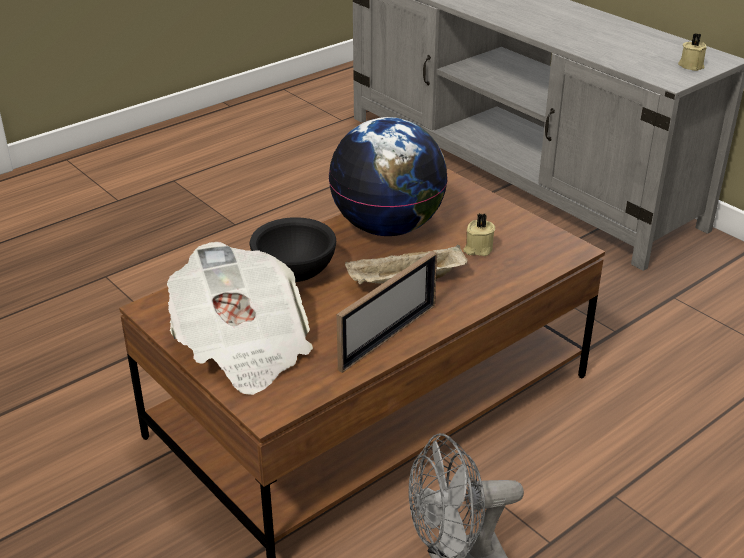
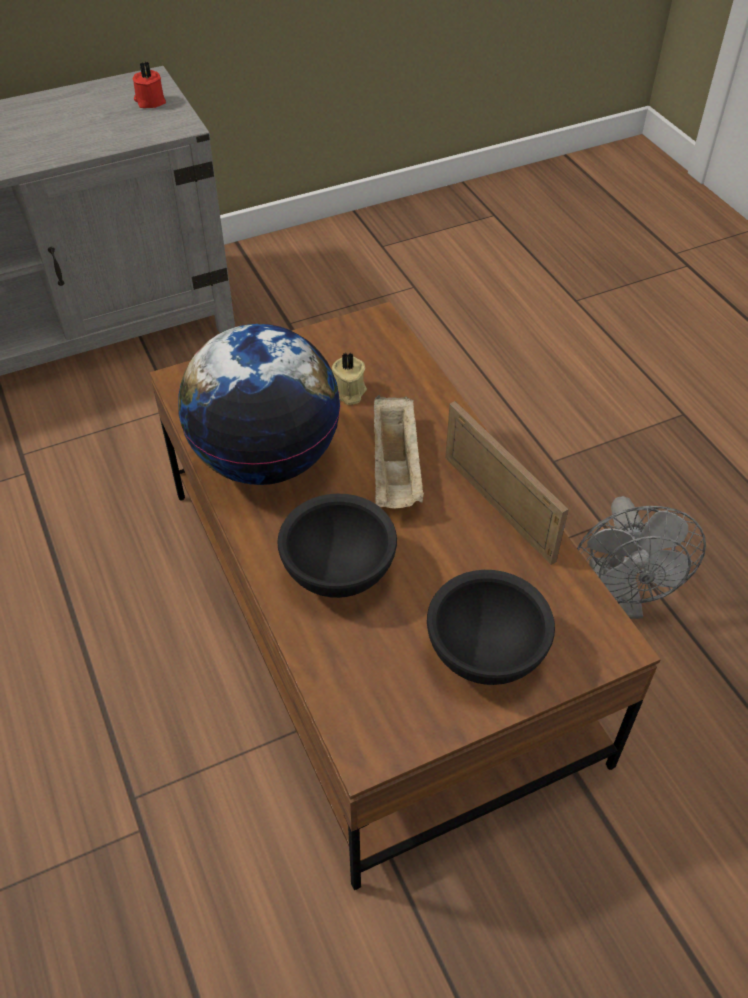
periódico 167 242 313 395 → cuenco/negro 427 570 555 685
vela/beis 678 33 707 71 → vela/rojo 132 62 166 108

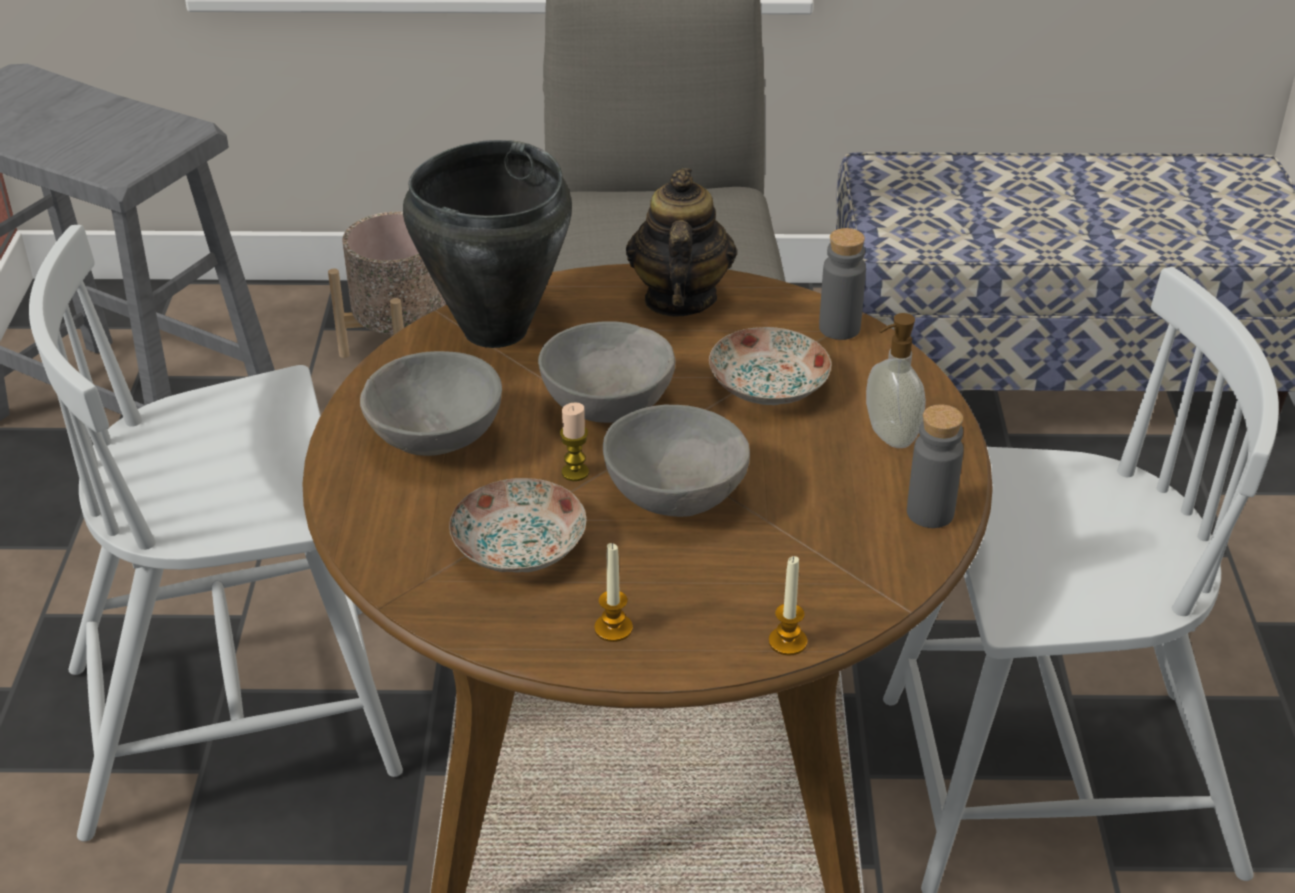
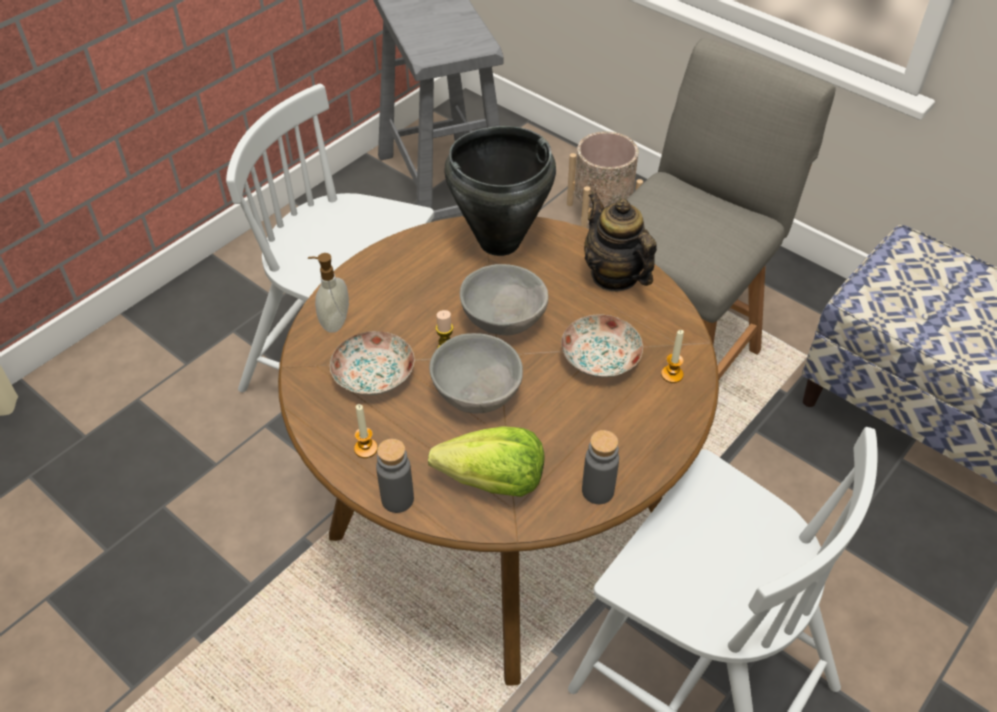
cuenco/gris 360 351 502 456 → -
- → lechuga 428 426 544 497
vela 769 556 807 656 → vela 661 330 684 383, relocated
botella/gris 819 228 866 340 → botella/gris 376 439 414 513, relocated
dispensador de jabón 866 313 926 448 → dispensador de jabón 308 253 349 333, relocated
tetera 626 168 737 317 → tetera 584 192 657 292, 75 degrees counterclockwise

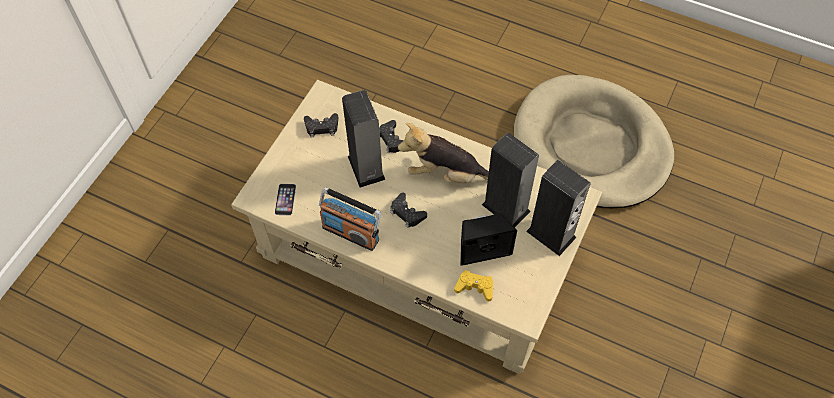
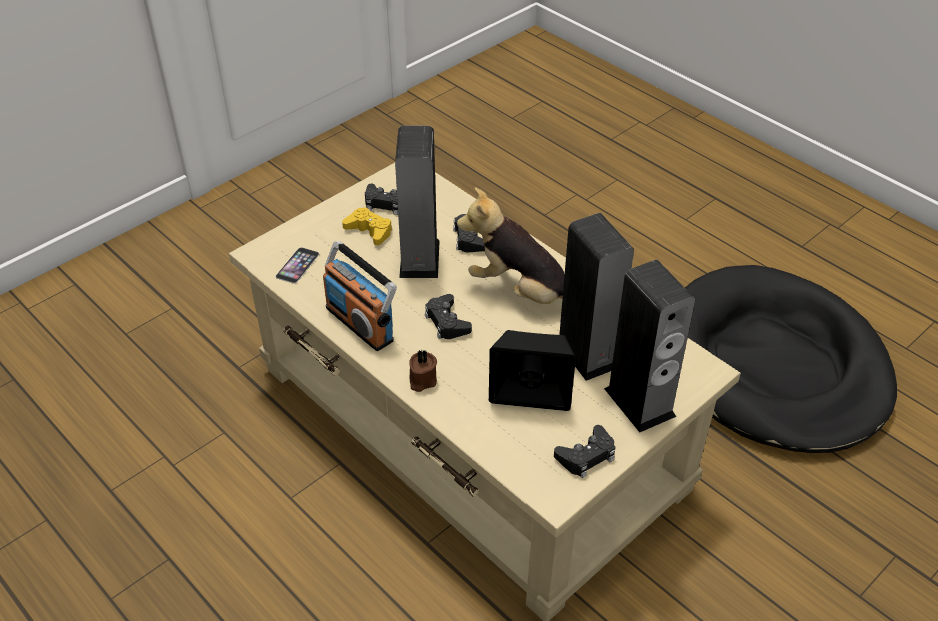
- → vela/marrón 409 350 437 392
- → mando de consola/negro 554 425 616 478
mando de consola/amarillo 454 270 493 301 → mando de consola/amarillo 342 207 392 245, relocated
cama para perro/beis 514 75 674 208 → cama para perro/negro 685 265 897 453

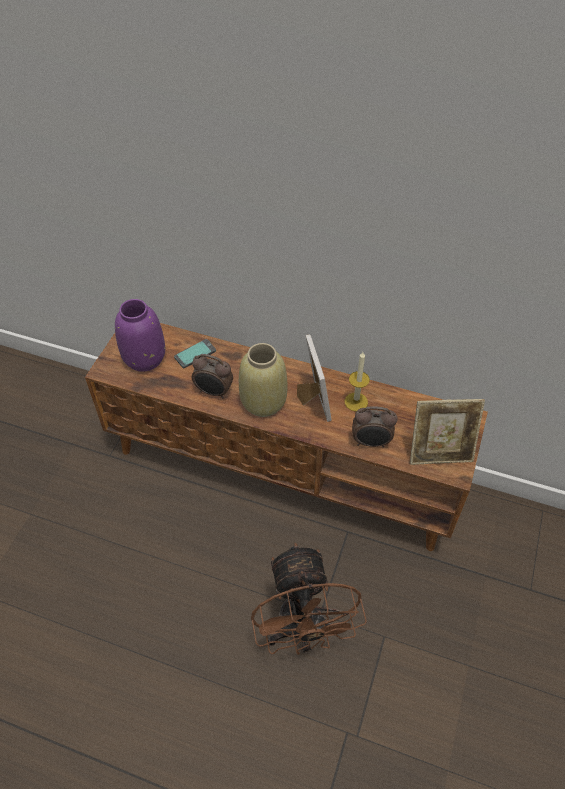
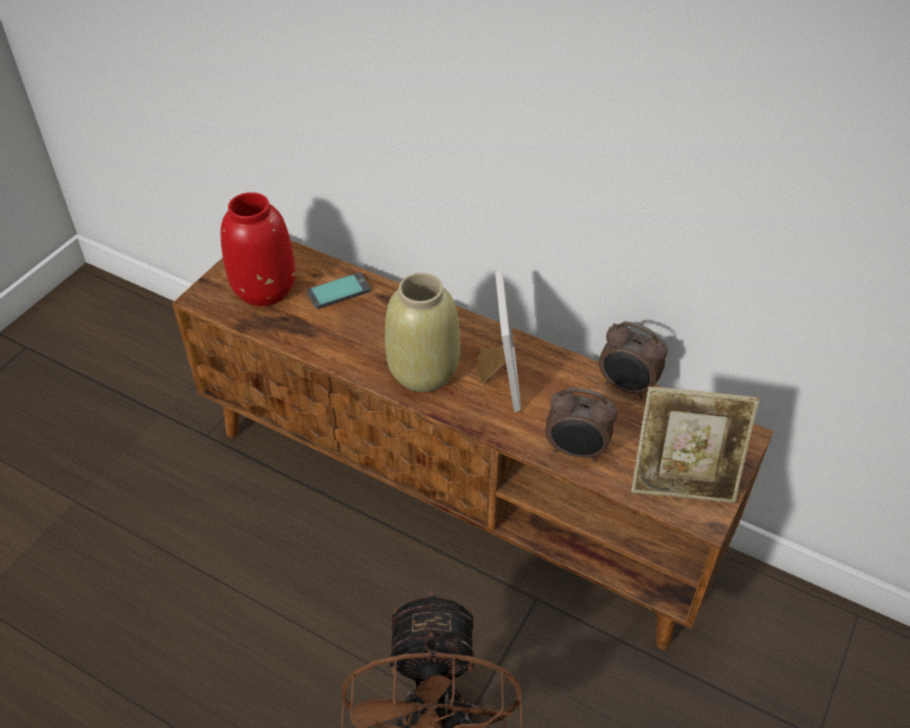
vela 345 352 370 411 → -
despertador 192 354 233 399 → despertador 599 321 667 399, relocated
florero/morado 115 299 165 372 → florero/rojo 221 192 296 306

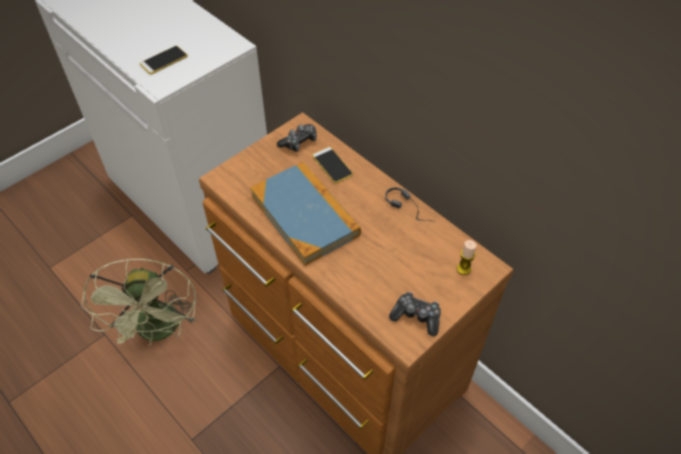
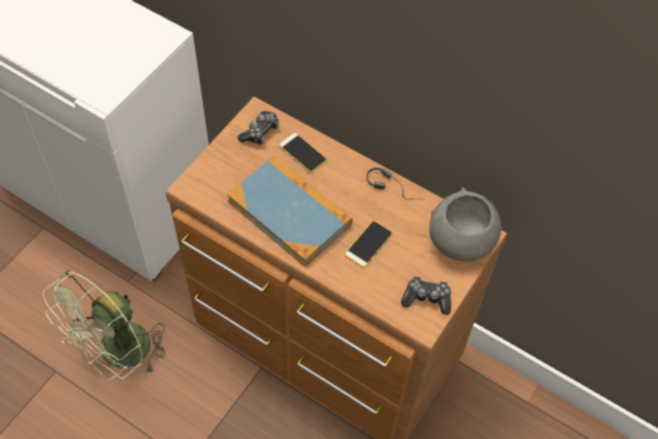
móvil 140 46 188 74 → móvil 345 221 393 268, relocated
vela 457 240 476 275 → cuenco/gris 429 187 501 261
ventilador/verde 81 258 196 346 → ventilador/verde 43 270 165 380, 60 degrees clockwise

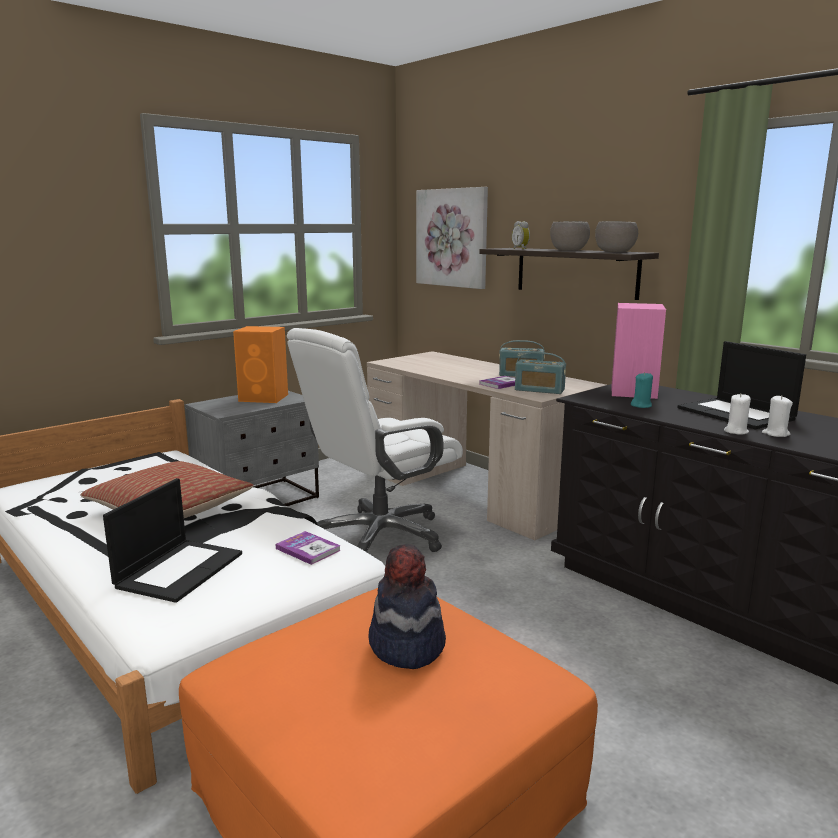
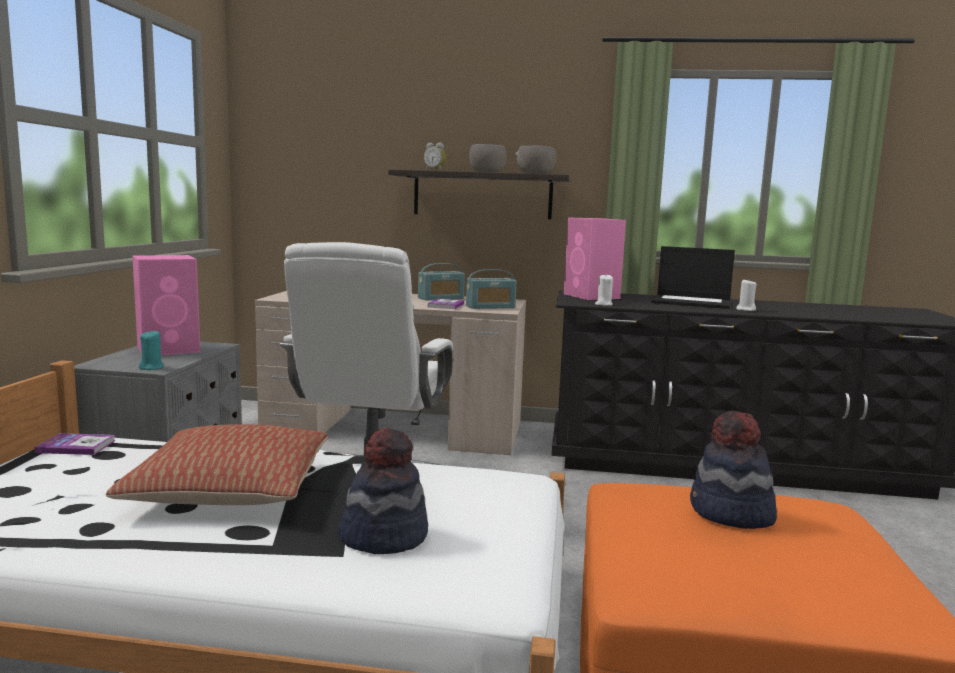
cuadro 416 187 488 289 → -
libro 275 531 341 565 → libro 35 433 116 455, relocated
vela/turquesa 631 372 653 408 → vela/turquesa 139 331 164 370, relocated
vela/blanco 724 393 751 435 → vela/blanco 595 275 613 306, relocated
portátil 103 478 242 603 → sombrero 338 428 428 554
altavoz/naranja 233 326 288 403 → altavoz/rosa 132 255 200 355

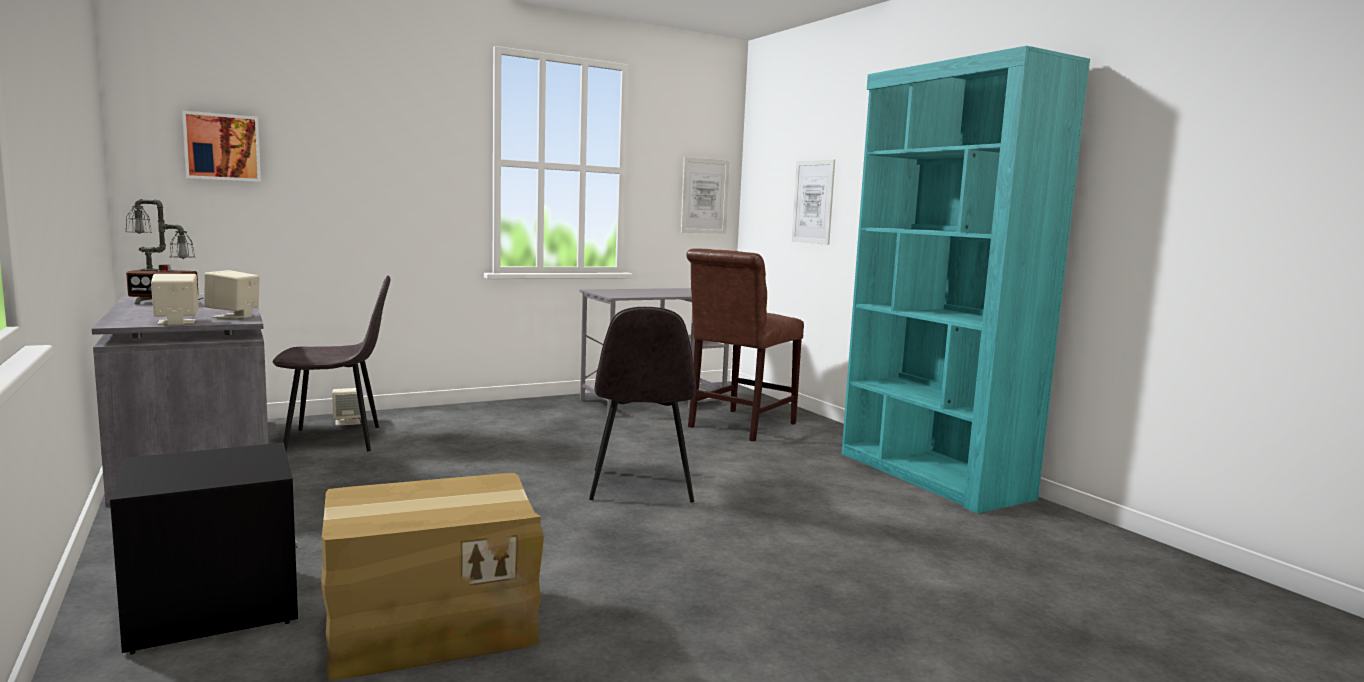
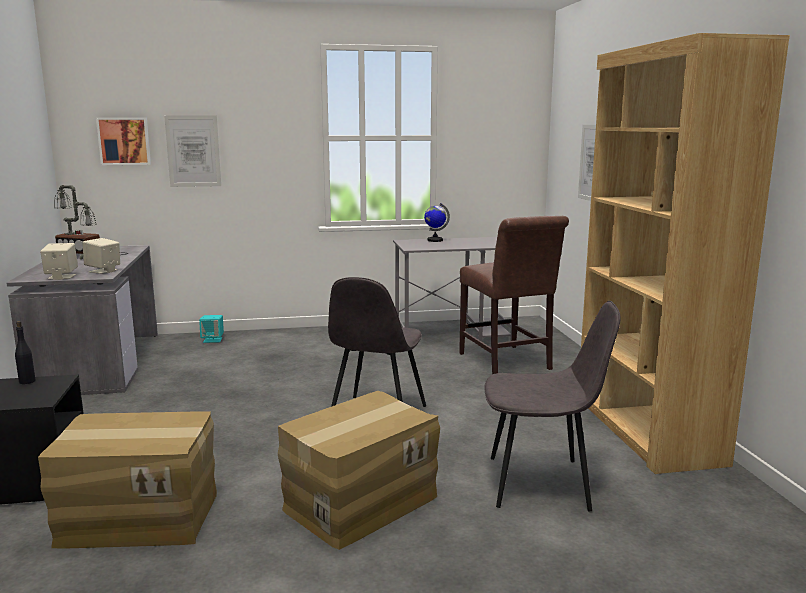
- → botella/negro 15 321 35 384
- → caja de cartón 278 391 440 550
- → globo terráqueo 424 203 450 242
silla/gris 273 275 391 452 → silla/gris 485 301 621 511, relocated
cuadro 681 157 730 234 → cuadro 164 115 221 187, relocated
altavoz/beis 332 388 361 426 → altavoz/turquesa 199 315 224 343
estantería/turquesa 842 46 1090 513 → estantería/marrón 581 33 790 474
silla/marrón 686 248 804 442 → silla/marrón 459 216 569 374, 75 degrees counterclockwise

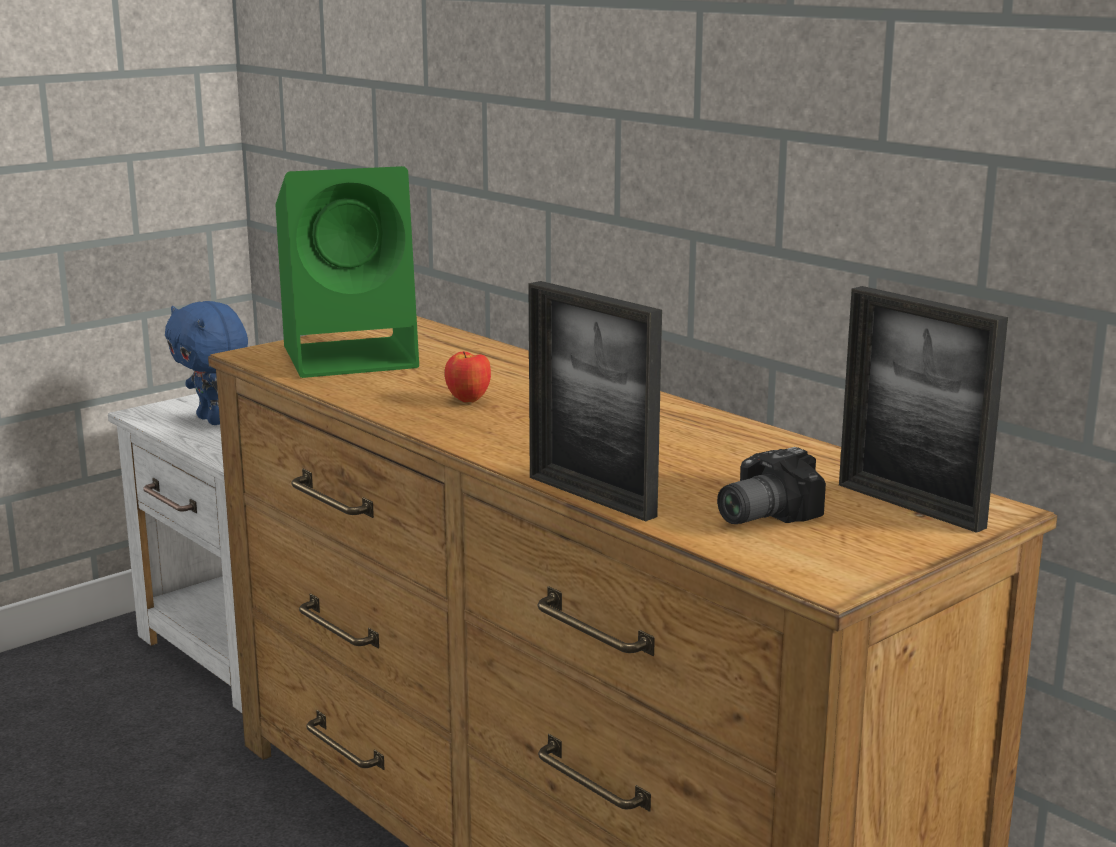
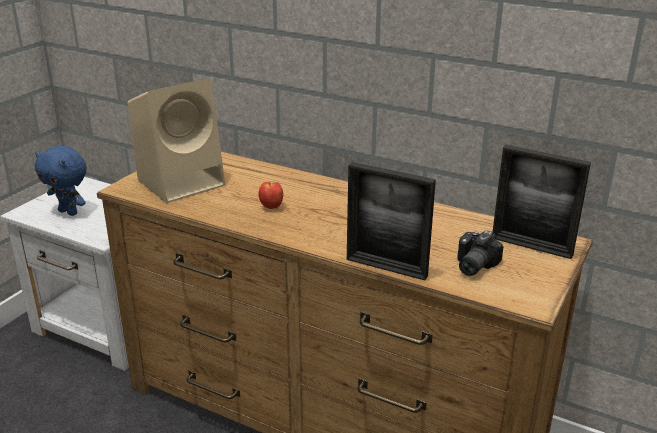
altavoz/verde 276 166 419 378 → altavoz/beis 128 78 225 203

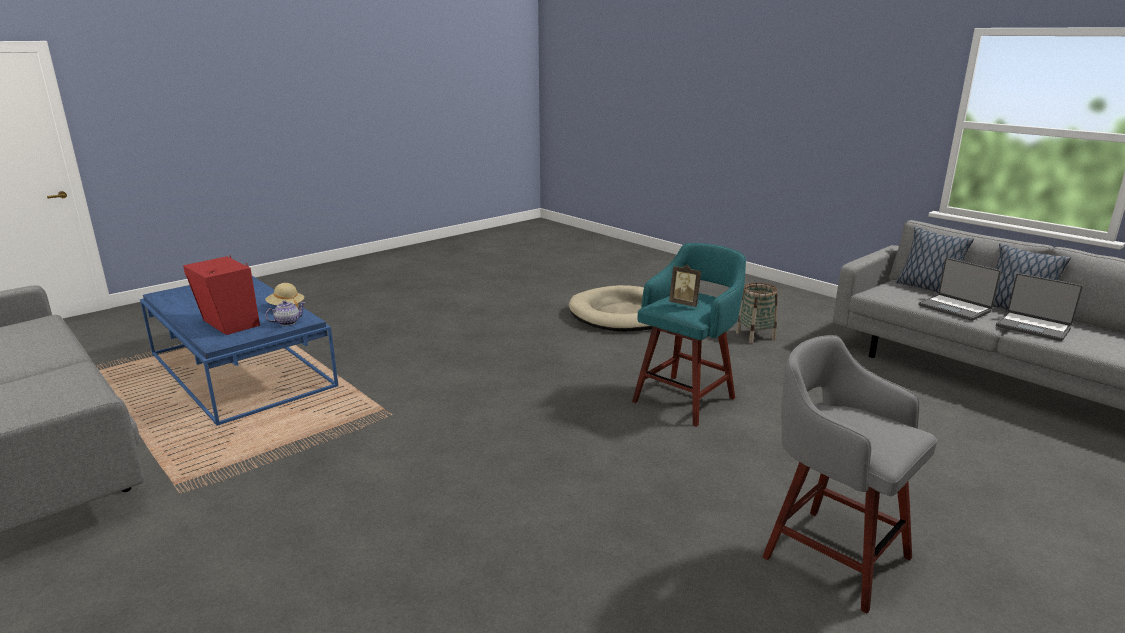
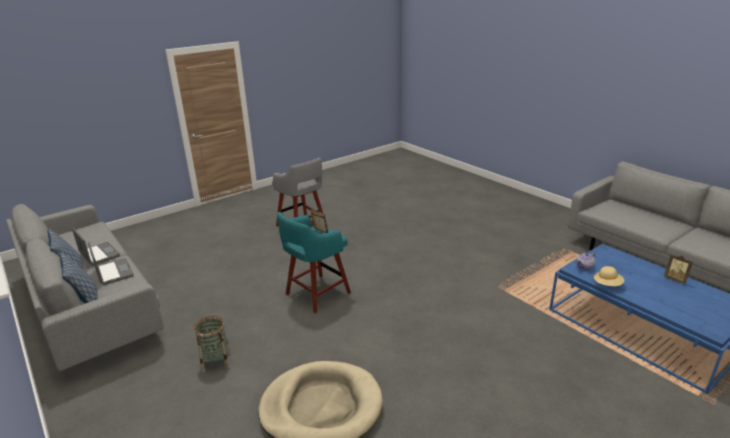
altavoz/rojo 183 255 260 335 → -
- → portarretratos 664 254 693 284

